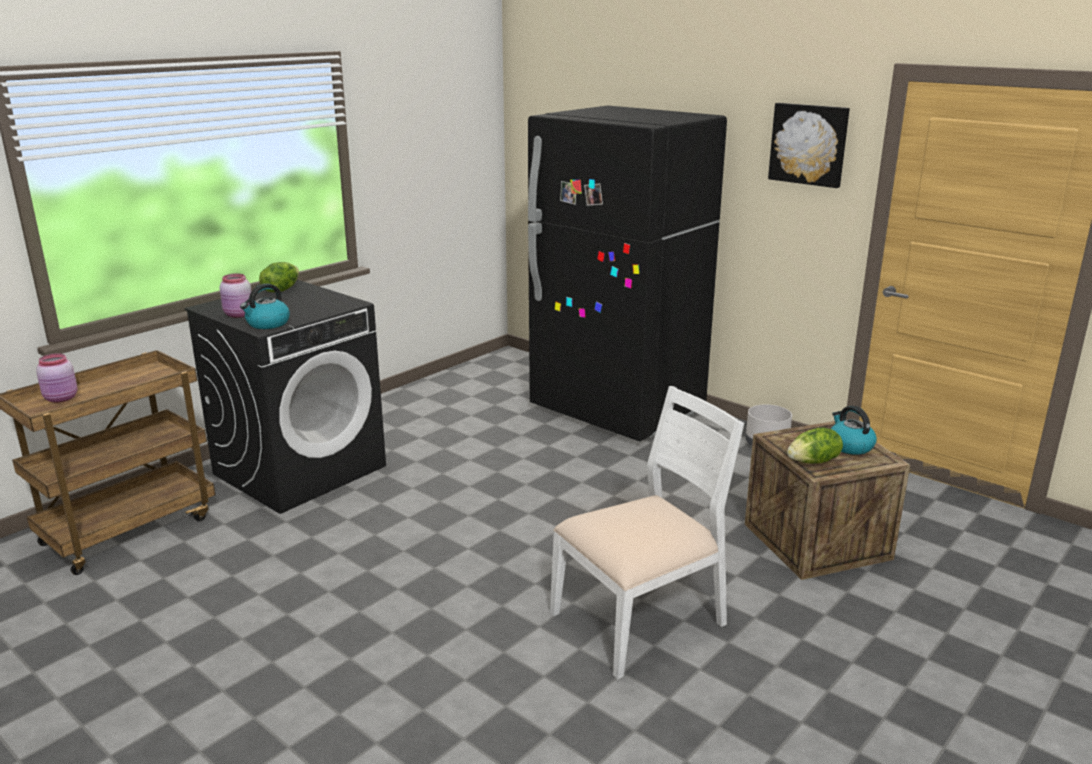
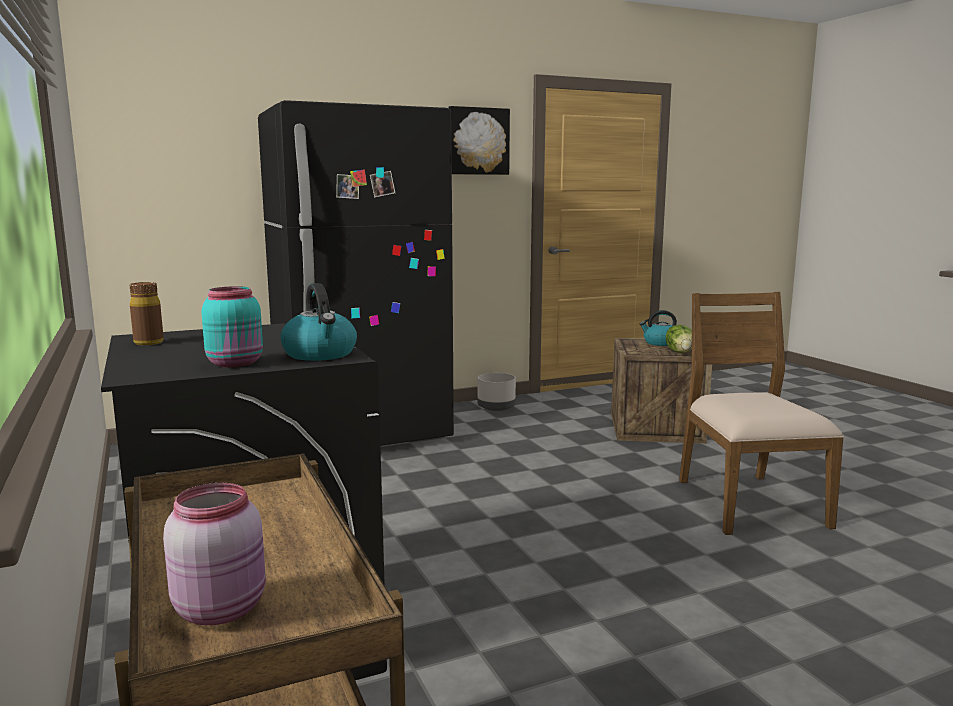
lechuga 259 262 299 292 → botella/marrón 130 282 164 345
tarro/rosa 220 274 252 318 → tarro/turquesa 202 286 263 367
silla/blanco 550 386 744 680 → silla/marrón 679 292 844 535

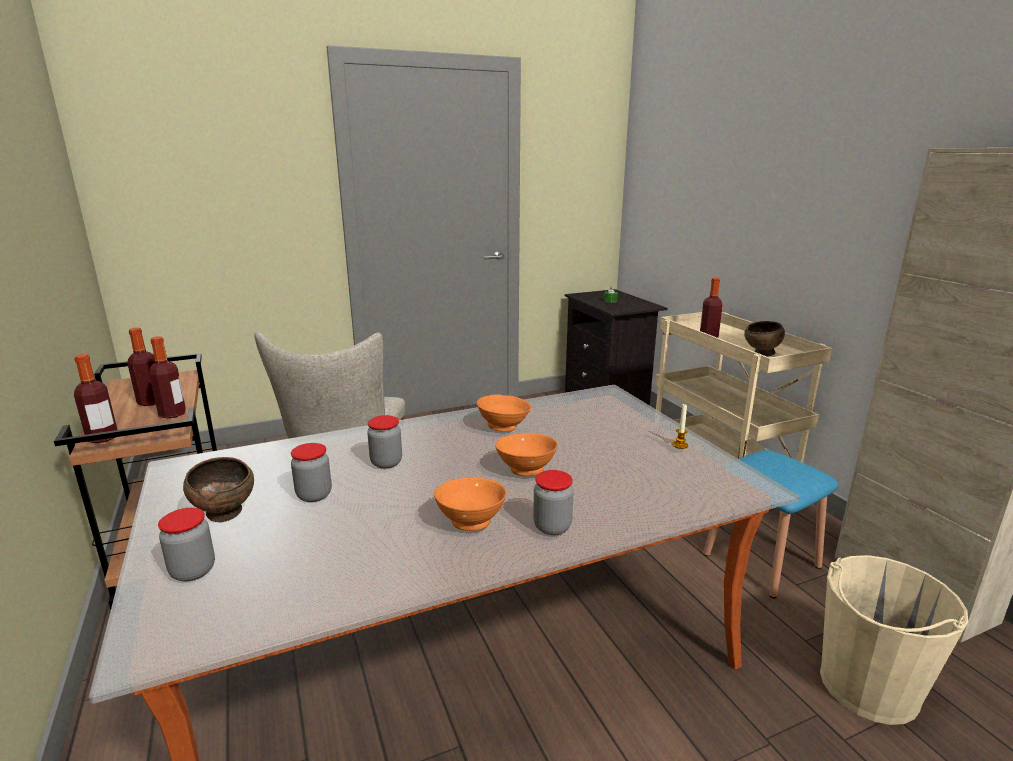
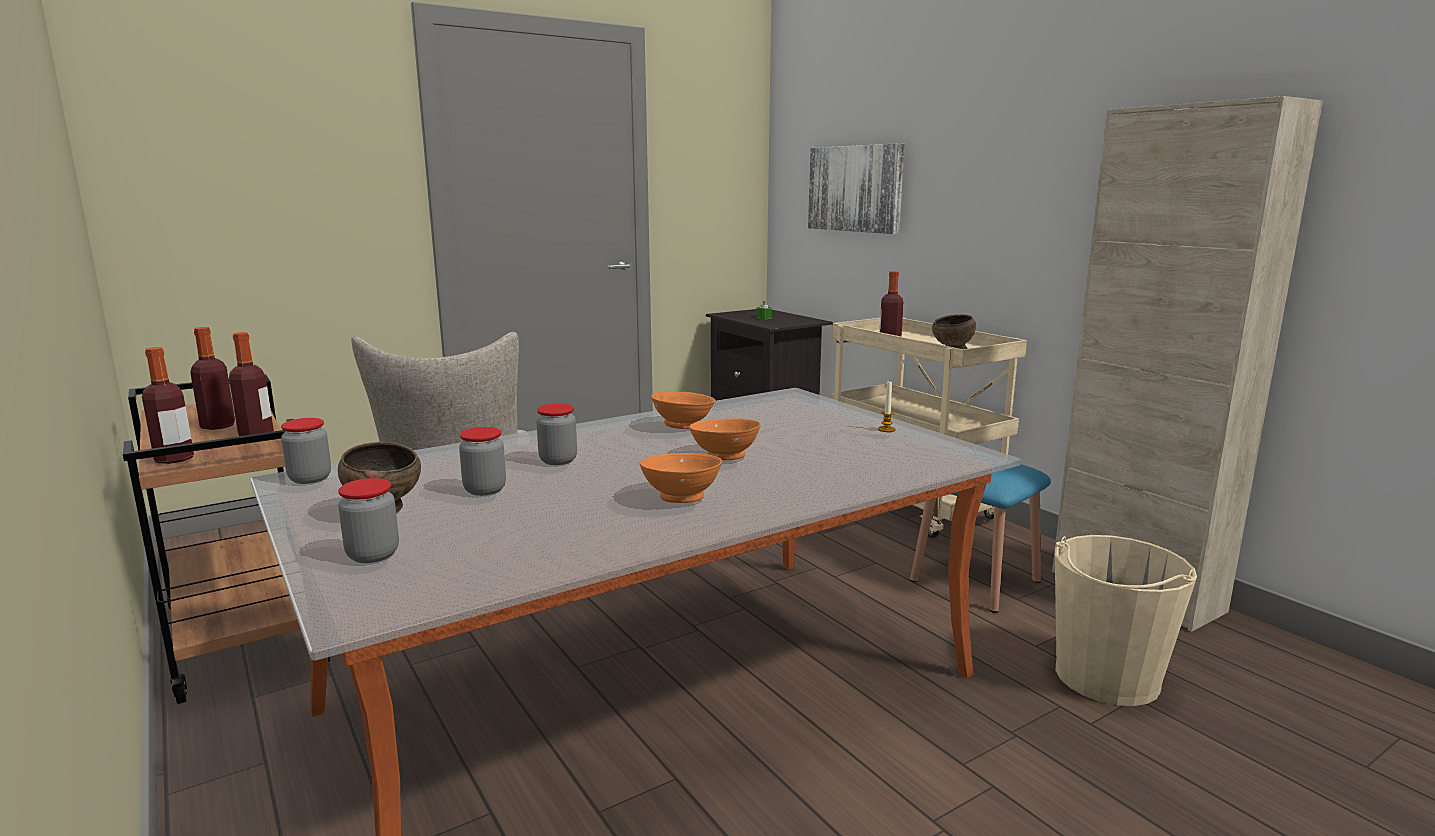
- → cuadro 808 143 905 234
tarro 533 470 574 535 → tarro 281 418 331 484, relocated

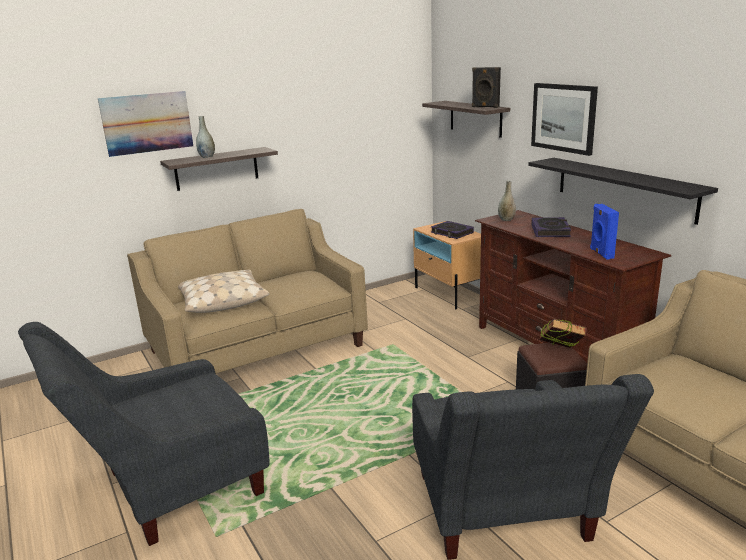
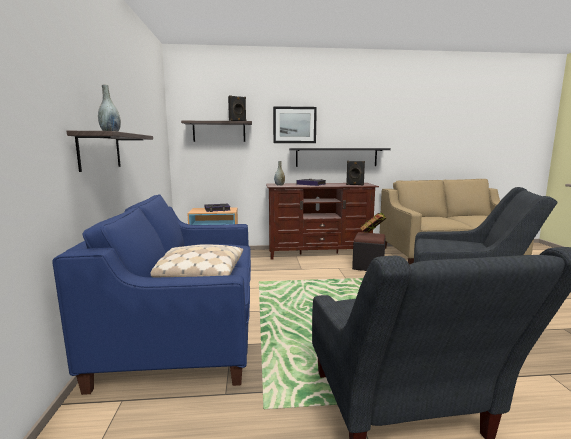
cuadro 98 91 193 157 → -
sofá/beis 127 209 368 374 → sofá/azul 52 194 251 395
altavoz/azul 590 204 619 260 → altavoz/negro 346 161 365 186

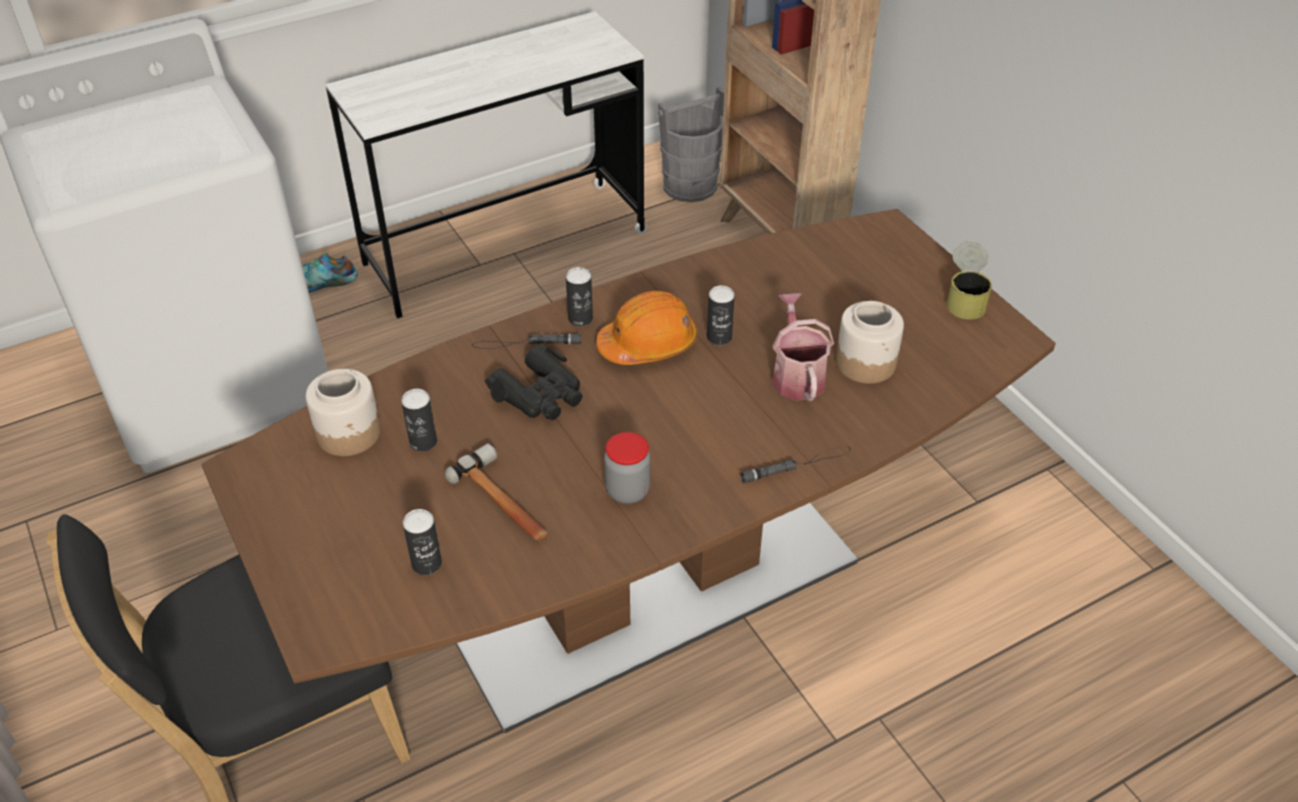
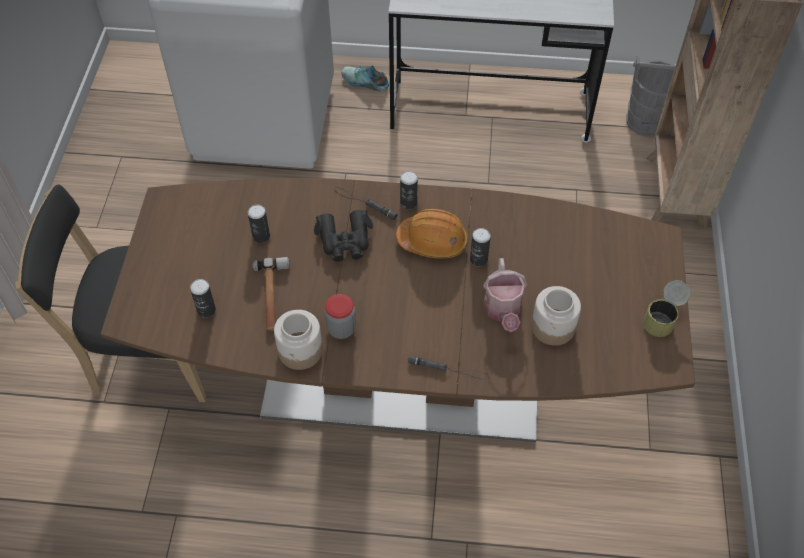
tarro 305 369 381 456 → tarro 274 310 323 370, relocated
regadera 772 293 834 401 → regadera 483 258 527 332, 150 degrees clockwise

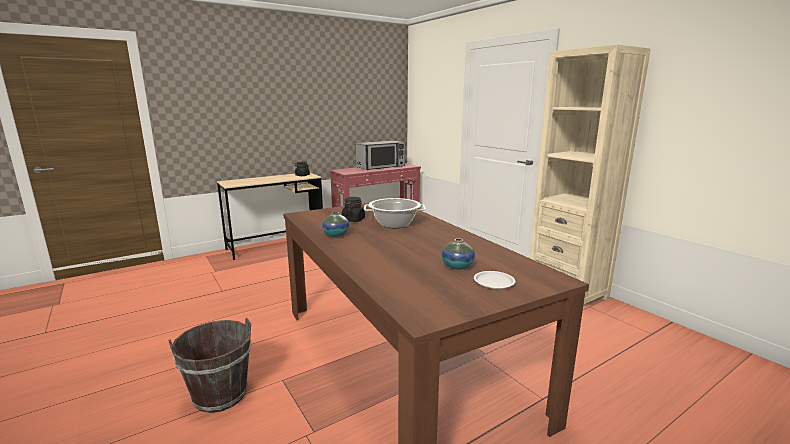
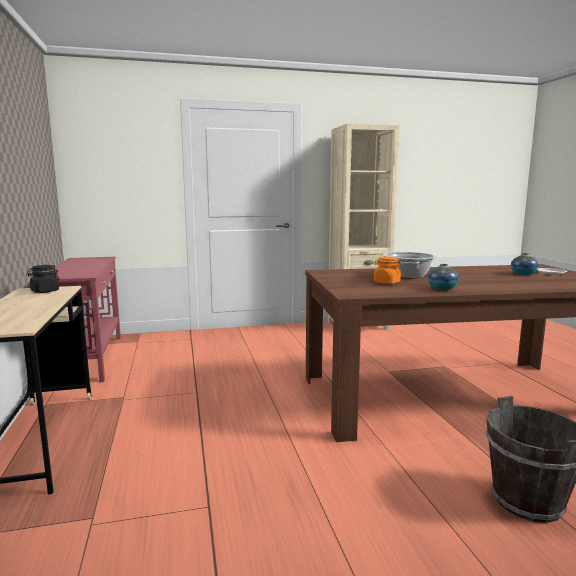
microondas 356 140 405 170 → -
tarro/negro 342 197 365 222 → tarro/naranja 374 257 401 284

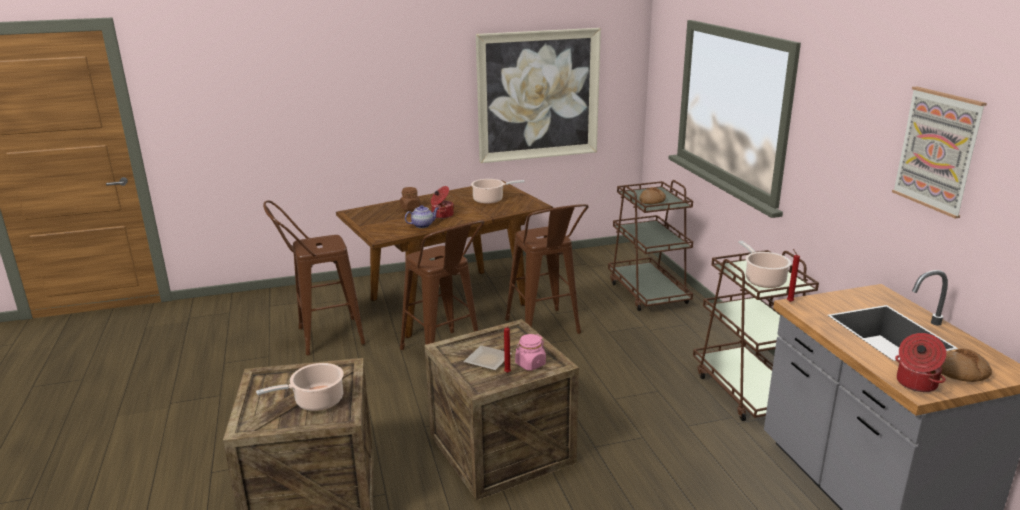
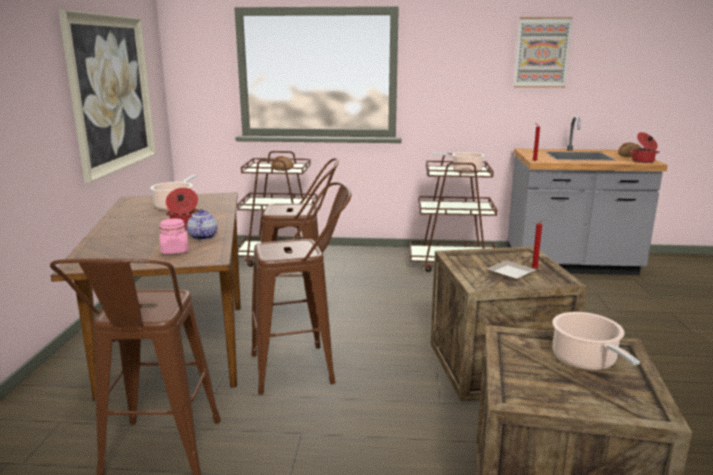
tarro/marrón 400 187 421 211 → -
tarro/rosa 515 334 546 371 → tarro/rosa 159 218 189 254, relocated

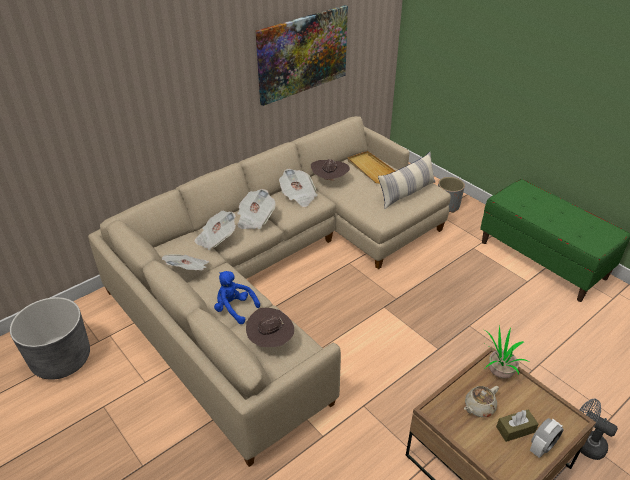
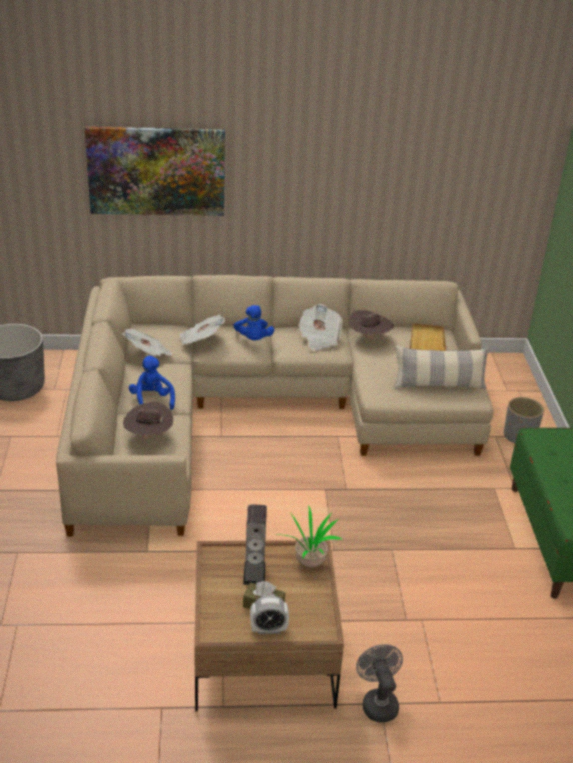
cuadro 256 5 348 106 → cuadro 85 126 225 216, relocated
periódico 237 189 276 229 → peluche/azul 233 305 274 340
tetera/beis 464 386 499 417 → altavoz 243 504 267 585

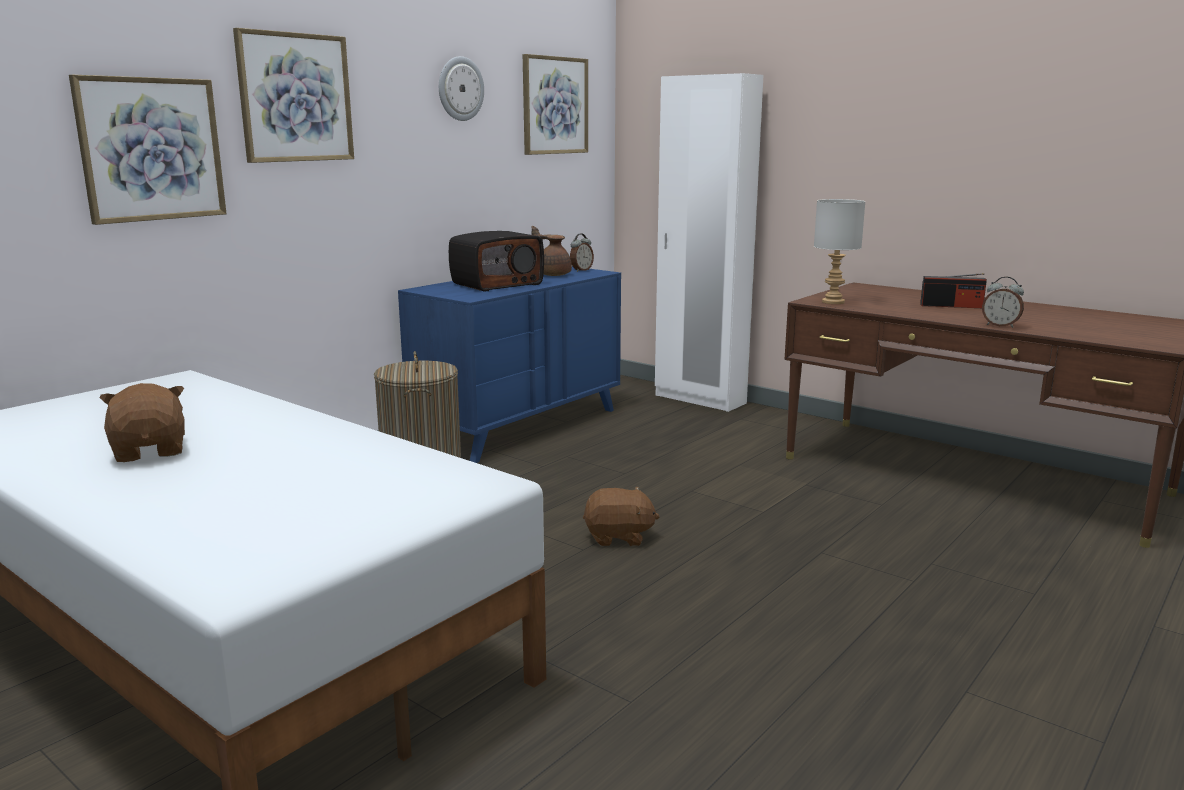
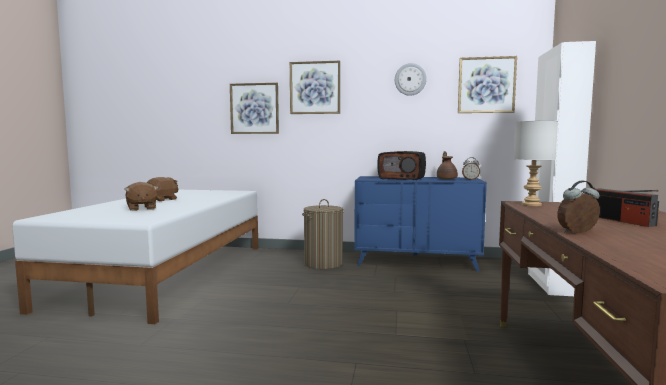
peluche/marrón 583 487 660 546 → peluche/marrón 125 182 159 211, relocated
despertador 982 277 1024 328 → despertador 557 180 600 233, 75 degrees clockwise

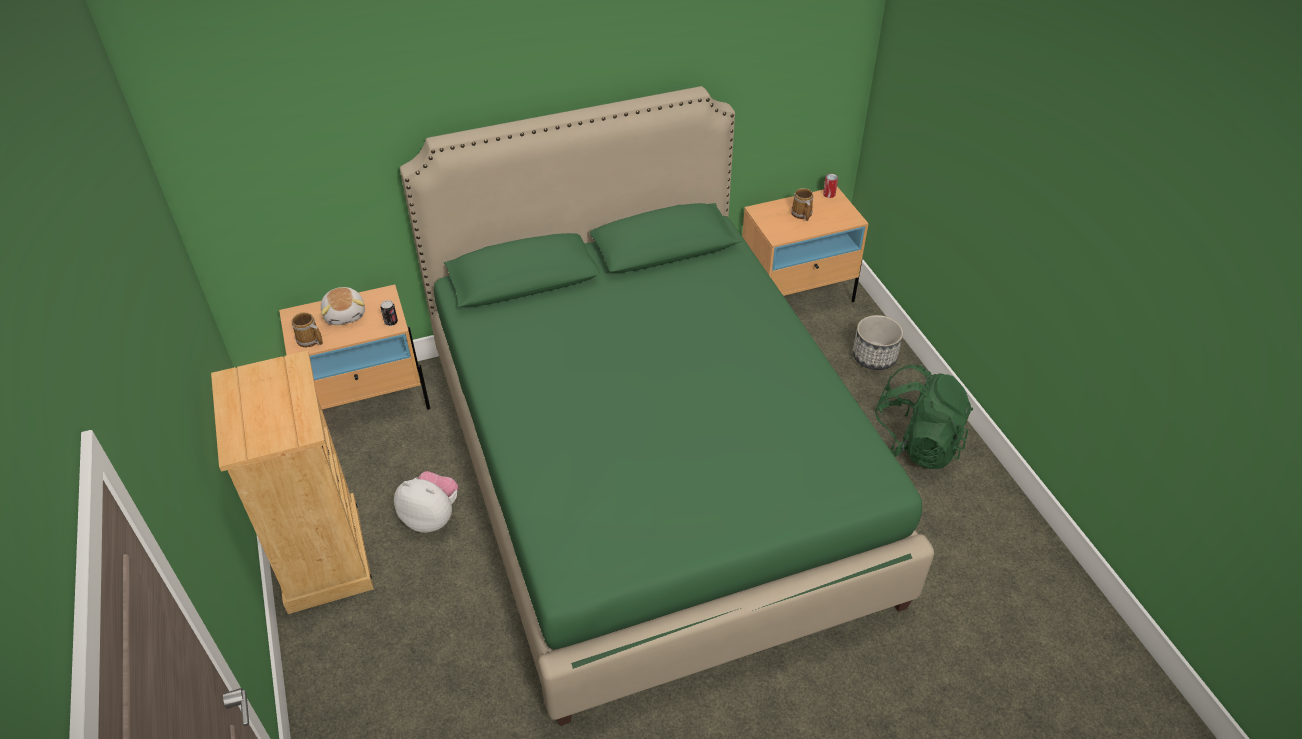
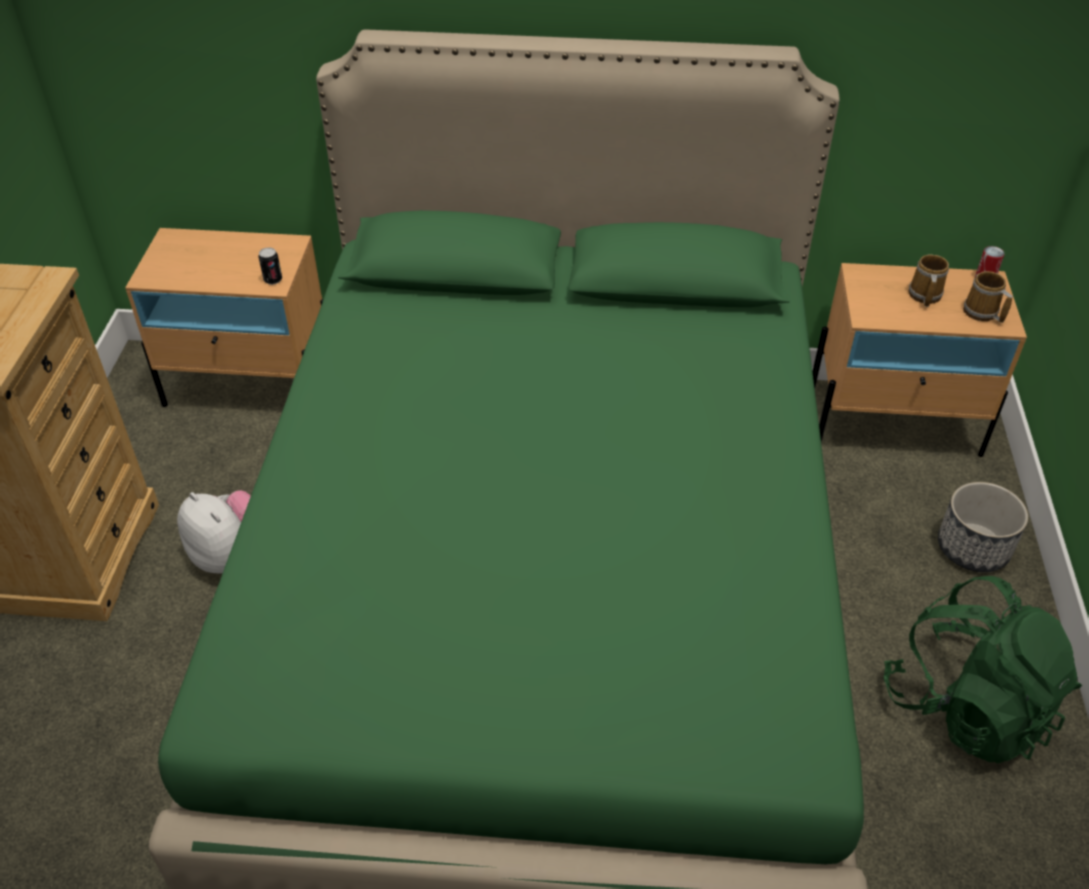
peluche 321 287 365 325 → -
taza grande 292 312 323 348 → taza grande 963 271 1013 323, relocated

